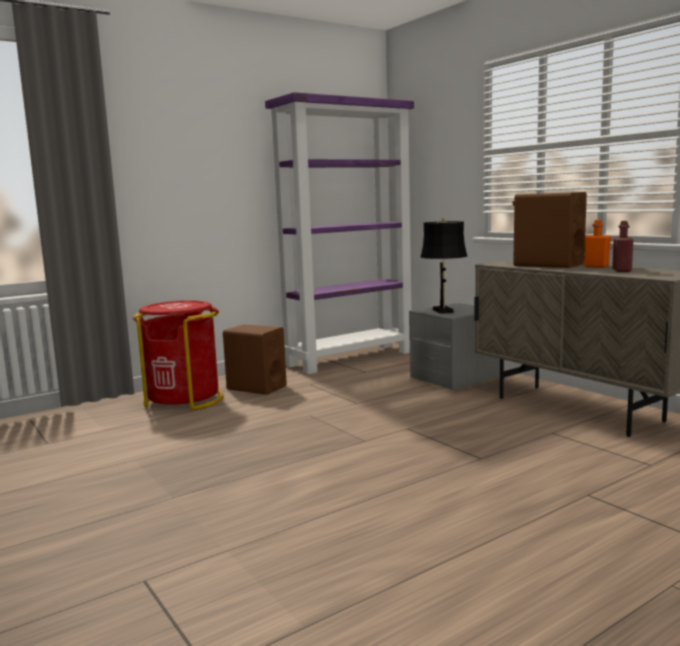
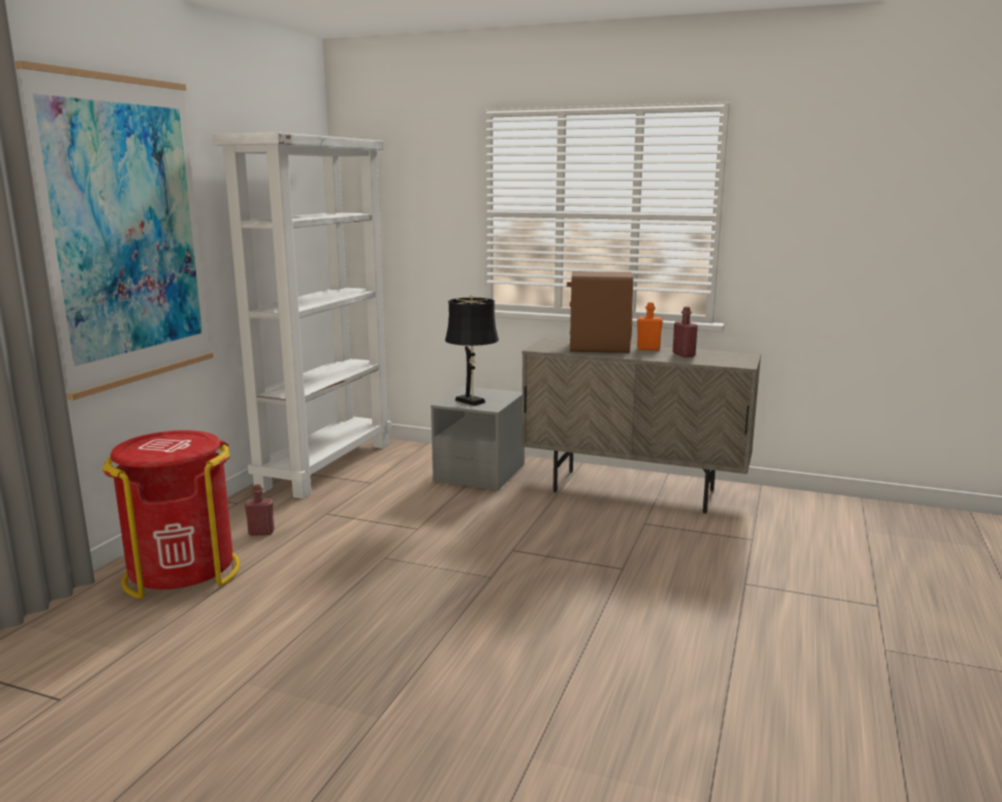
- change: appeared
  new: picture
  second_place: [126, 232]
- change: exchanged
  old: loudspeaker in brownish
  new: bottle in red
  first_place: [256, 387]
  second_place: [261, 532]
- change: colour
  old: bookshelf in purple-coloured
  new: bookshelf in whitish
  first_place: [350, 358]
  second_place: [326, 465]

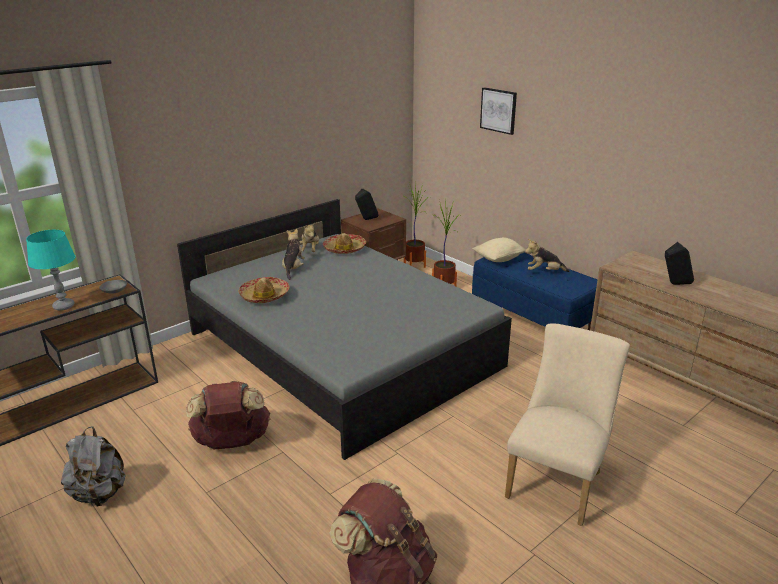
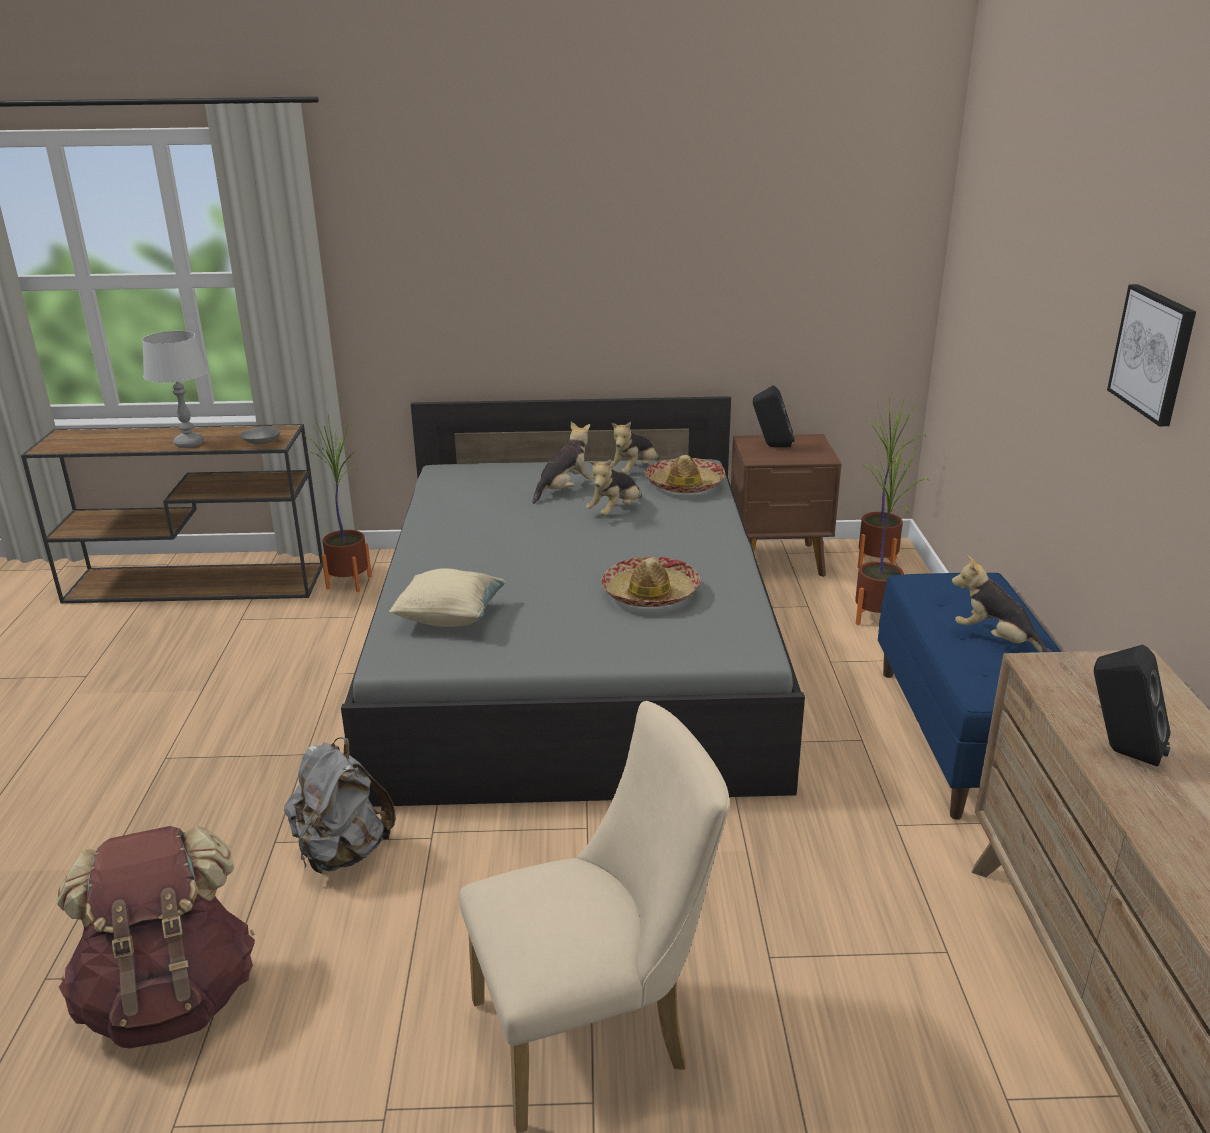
- change: missing
  old: knapsack in brownish
  first_place: [232, 443]
- change: appeared
  new: plant in a pot
  second_place: [349, 582]
- change: appeared
  new: plush toy
  second_place: [615, 511]
- change: relocated
  old: knapsack in gray
  first_place: [99, 494]
  second_place: [342, 852]
- change: relocated
  old: wearable hat
  first_place: [264, 296]
  second_place: [650, 593]
- change: relocated
  old: throw pillow in beige
  first_place: [499, 259]
  second_place: [450, 618]
- change: relocated
  old: picture
  first_place: [498, 110]
  second_place: [1153, 353]
- change: colour
  old: tabletop lamp in blue-green
  new: tabletop lamp in gray
  first_place: [64, 306]
  second_place: [189, 443]

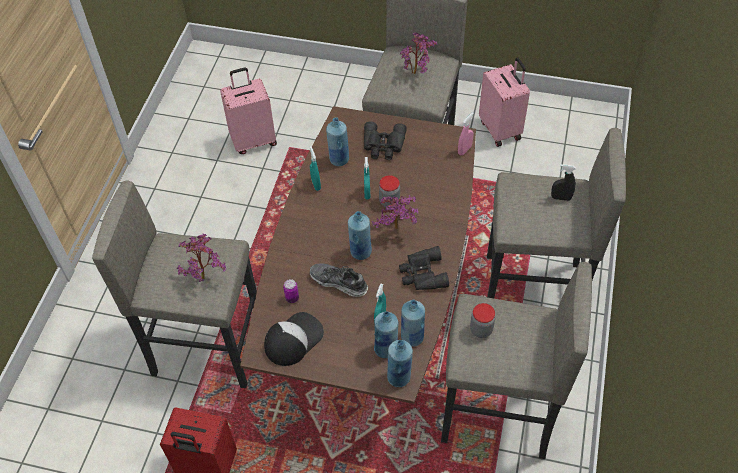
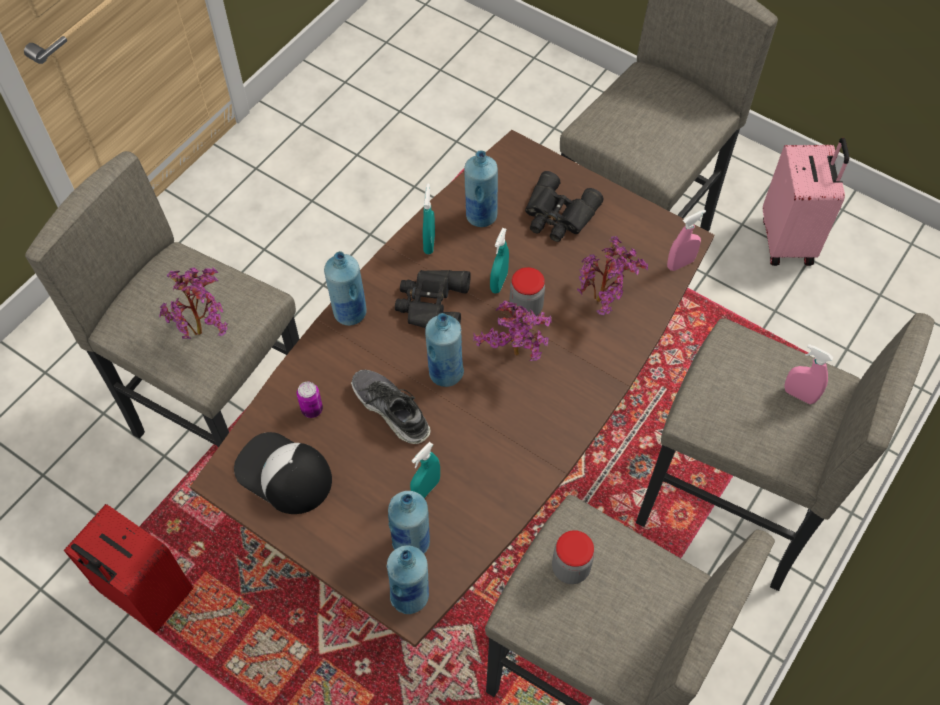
- change: missing
  old: travel case in pink-coloured
  first_place: [253, 140]
- change: relocated
  old: binoculars in blackish
  first_place: [422, 274]
  second_place: [431, 304]
- change: relocated
  old: plant in a pot
  first_place: [417, 73]
  second_place: [603, 301]
- change: relocated
  old: bottle in blue-coloured
  first_place: [412, 338]
  second_place: [349, 313]
- change: colour
  old: hand sprayer in blackish
  new: hand sprayer in pink-coloured
  first_place: [561, 198]
  second_place: [799, 395]
- change: spun
  old: cap
  first_place: [293, 339]
  second_place: [283, 474]
  degrees: -120

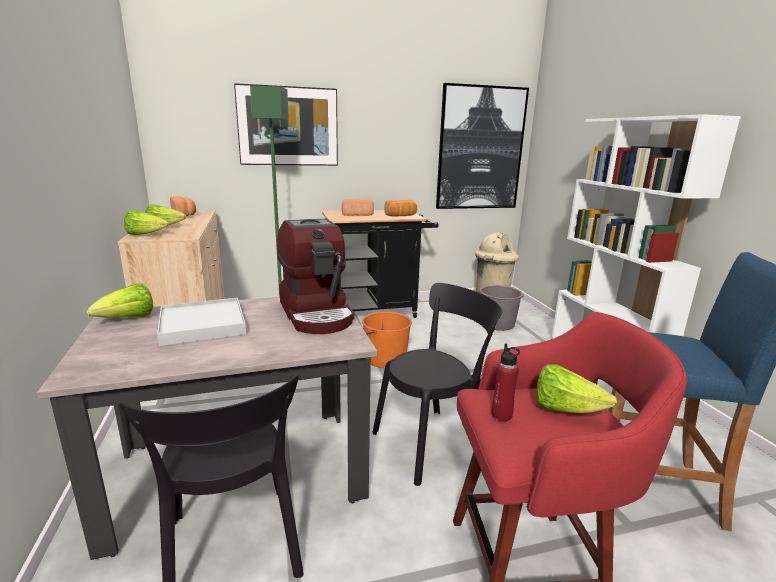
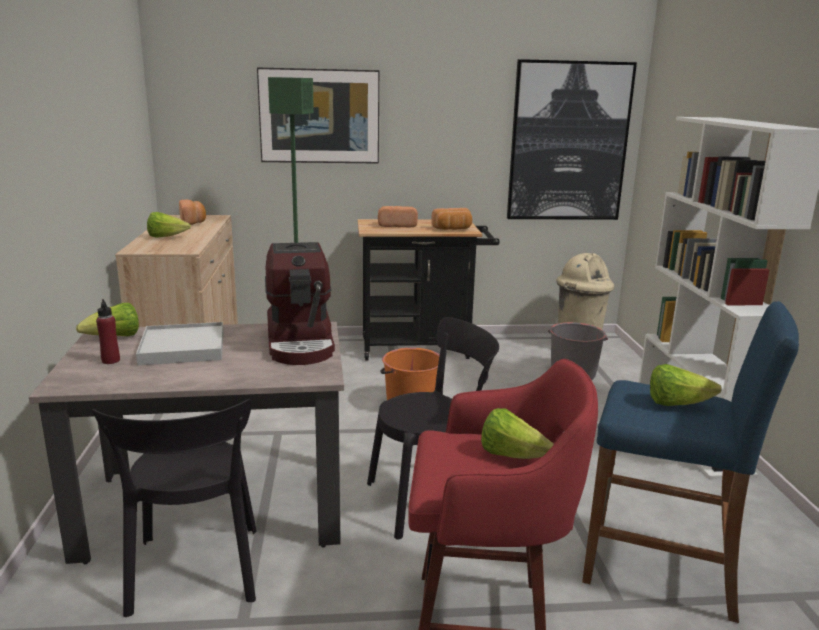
- change: relocated
  old: lettuce head
  first_place: [145, 235]
  second_place: [676, 404]
- change: relocated
  old: bottle in red
  first_place: [501, 415]
  second_place: [110, 360]

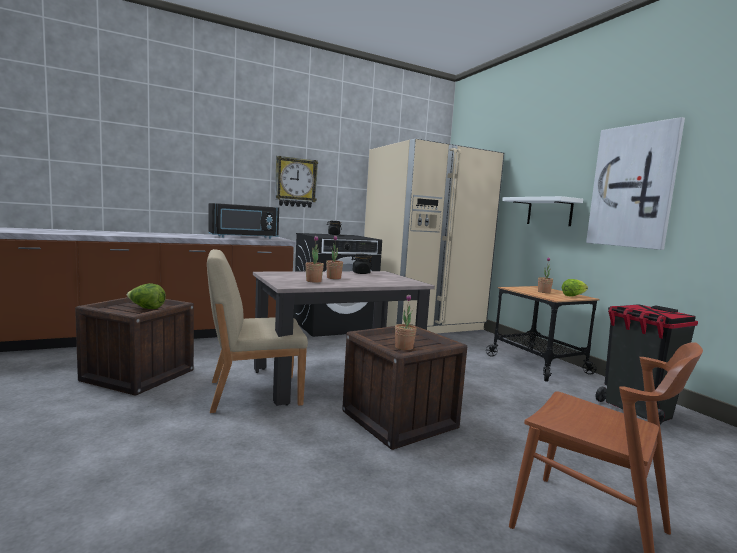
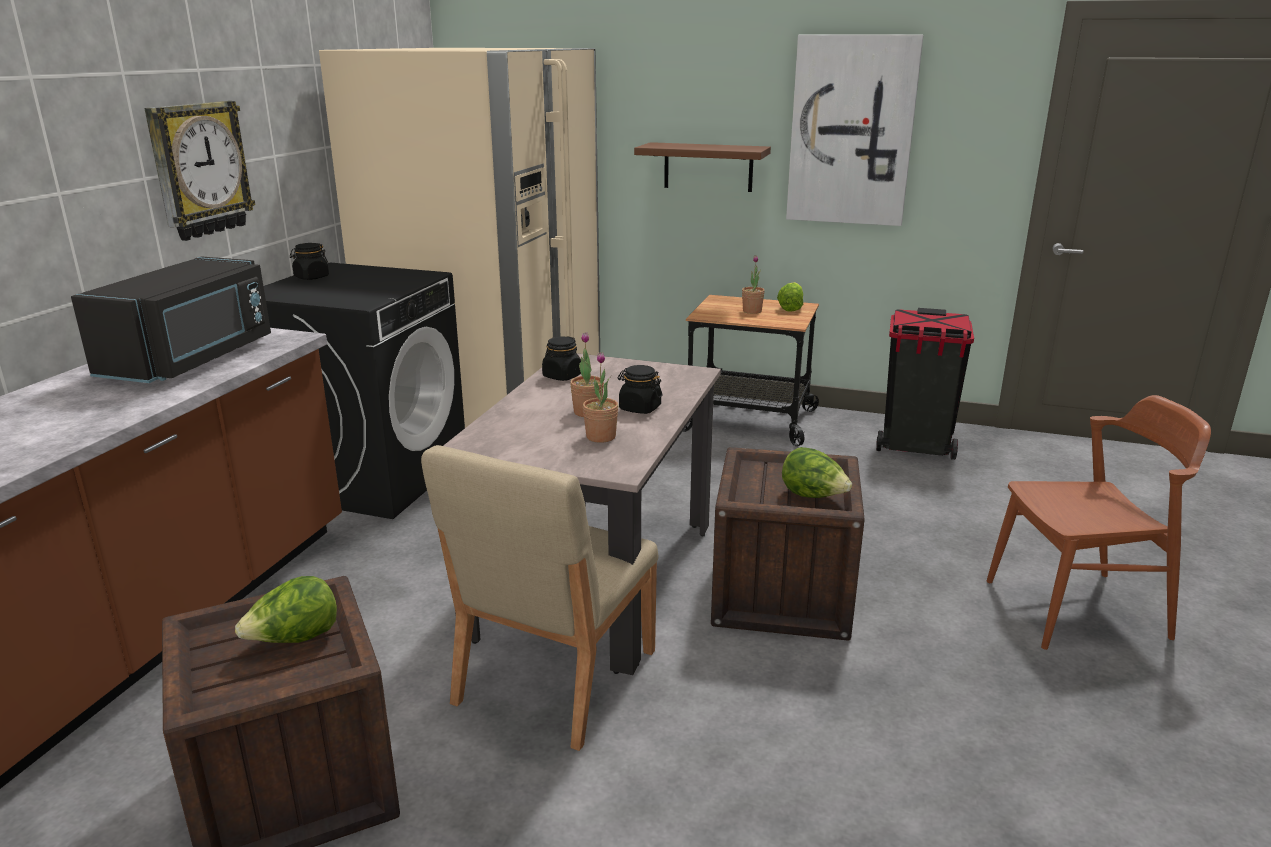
- change: appeared
  new: preserve jar in blackish
  second_place: [639, 408]
- change: exchanged
  old: plant in a pot
  new: lettuce head
  first_place: [404, 347]
  second_place: [813, 496]
- change: colour
  old: bracket shelf in whitish
  new: bracket shelf in brownish
  first_place: [549, 212]
  second_place: [708, 167]

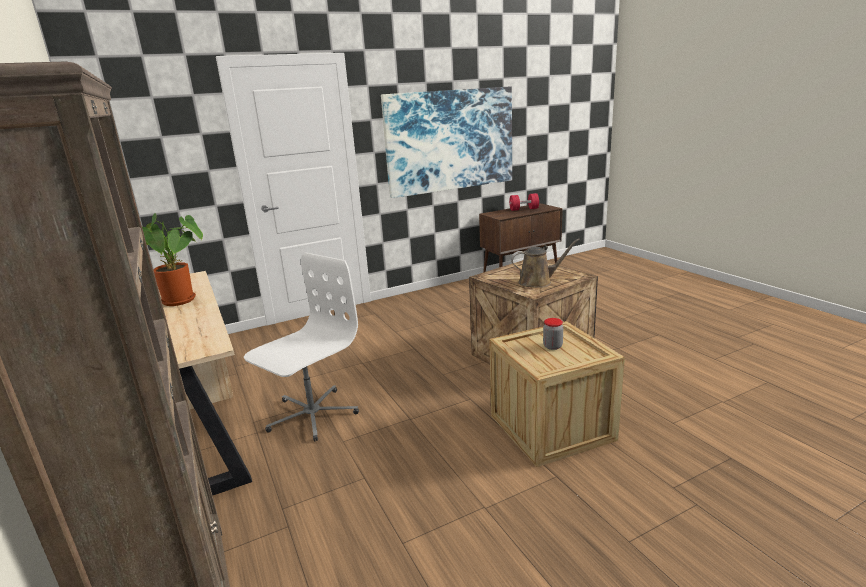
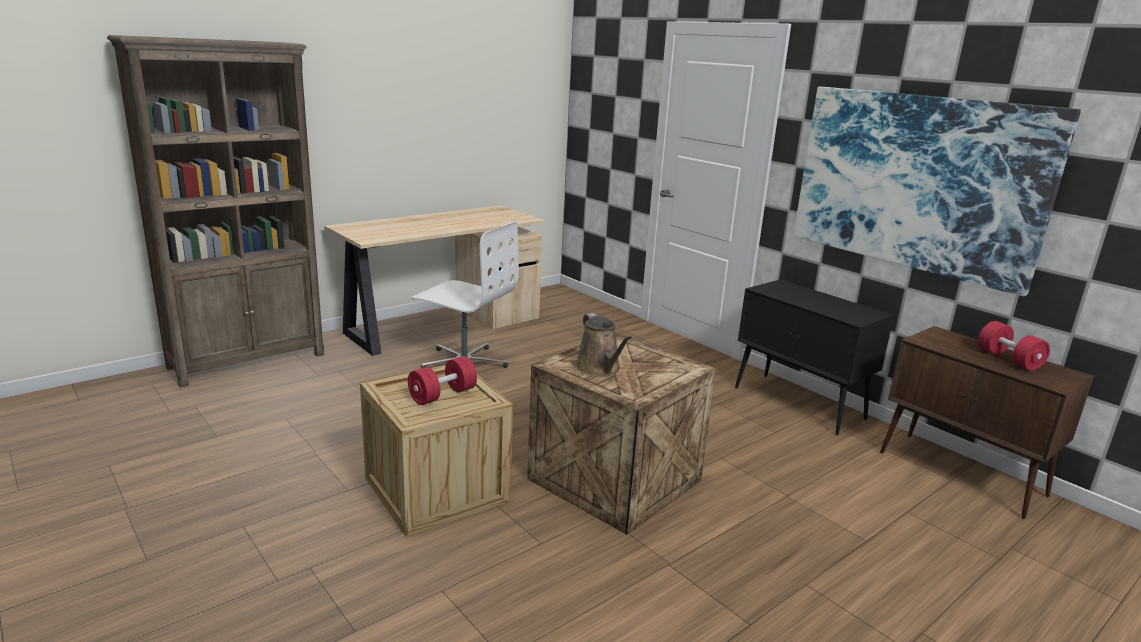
- change: missing
  old: plant in a pot
  first_place: [182, 301]
- change: appeared
  new: storage cabinet in blackish
  second_place: [799, 403]
- change: exchanged
  old: preserve jar
  new: hand weight in red
  first_place: [552, 346]
  second_place: [443, 395]

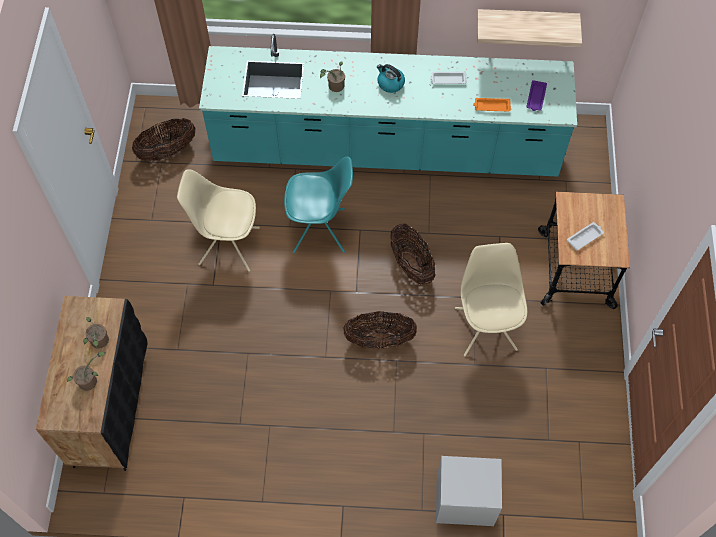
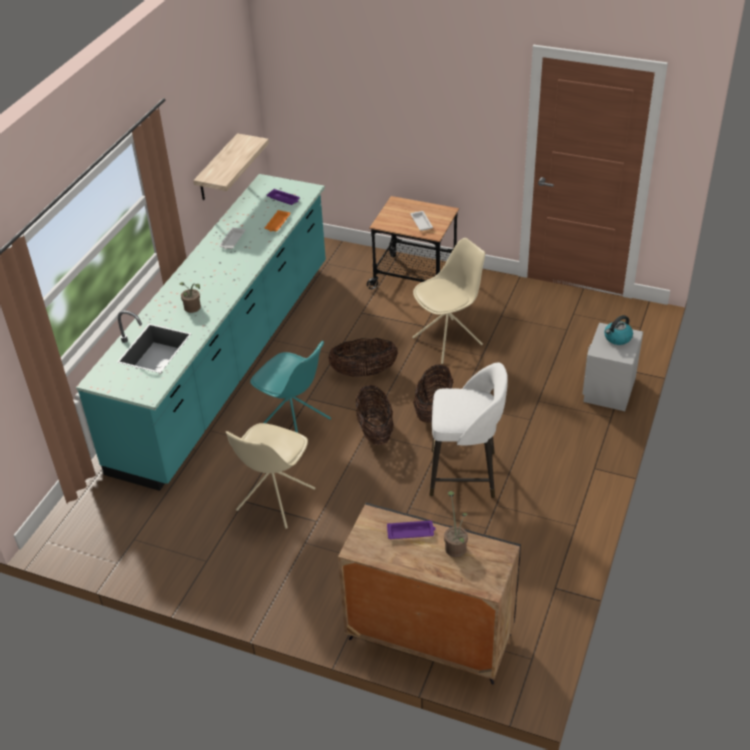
- change: appeared
  new: stool in whitish
  second_place: [465, 474]
- change: relocated
  old: storage basket
  first_place: [167, 151]
  second_place: [375, 431]
- change: relocated
  old: water kettle
  first_place: [390, 83]
  second_place: [617, 338]
- change: exchanged
  old: plant in a pot
  new: serving tray in purple-coloured
  first_place: [99, 343]
  second_place: [411, 532]
- change: spun
  old: plain chair in blue-green
  first_place: [320, 231]
  second_place: [294, 426]
  degrees: 105
- change: spun
  old: plain chair in beige
  first_place: [485, 327]
  second_place: [448, 341]
  degrees: 135

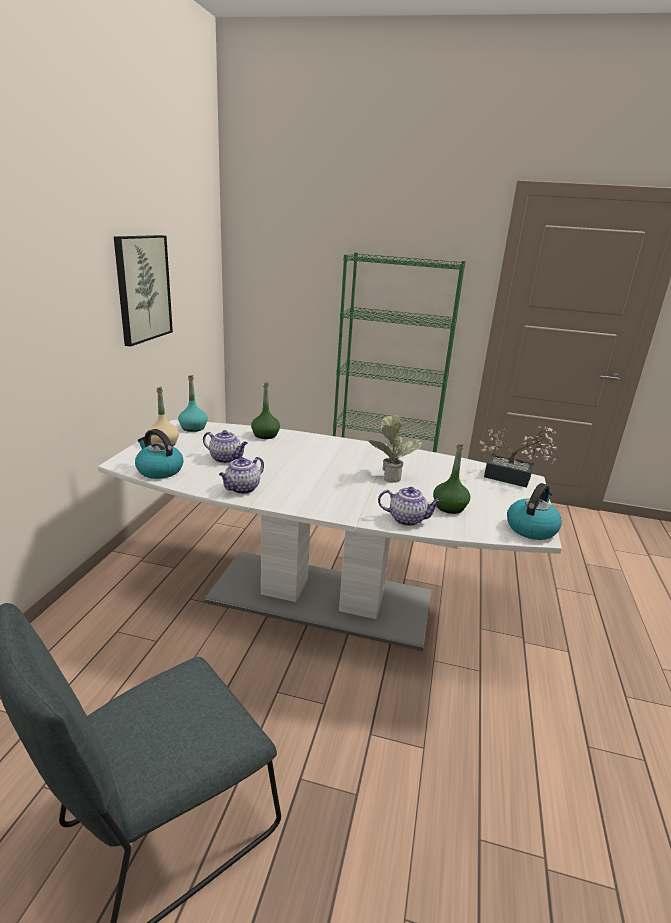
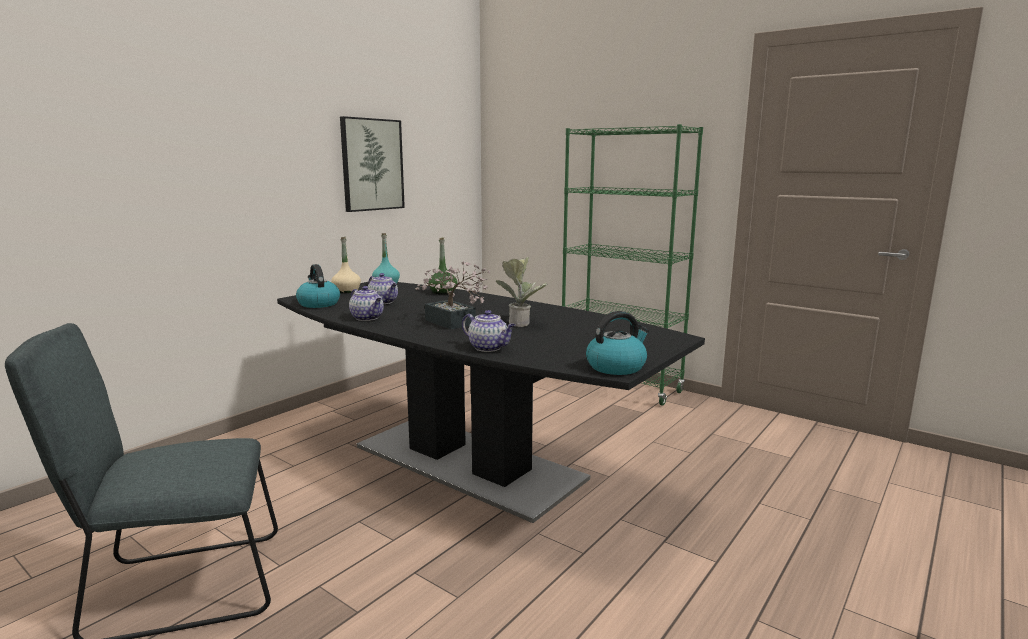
- change: missing
  old: bottle in greenish
  first_place: [449, 507]
- change: relocated
  old: plant in a pot
  first_place: [513, 478]
  second_place: [453, 323]
- change: colour
  old: dining table in whitish
  new: dining table in blackish
  first_place: [322, 597]
  second_place: [468, 462]
- change: spun
  old: teapot
  first_place: [242, 489]
  second_place: [368, 318]
  degrees: -105

